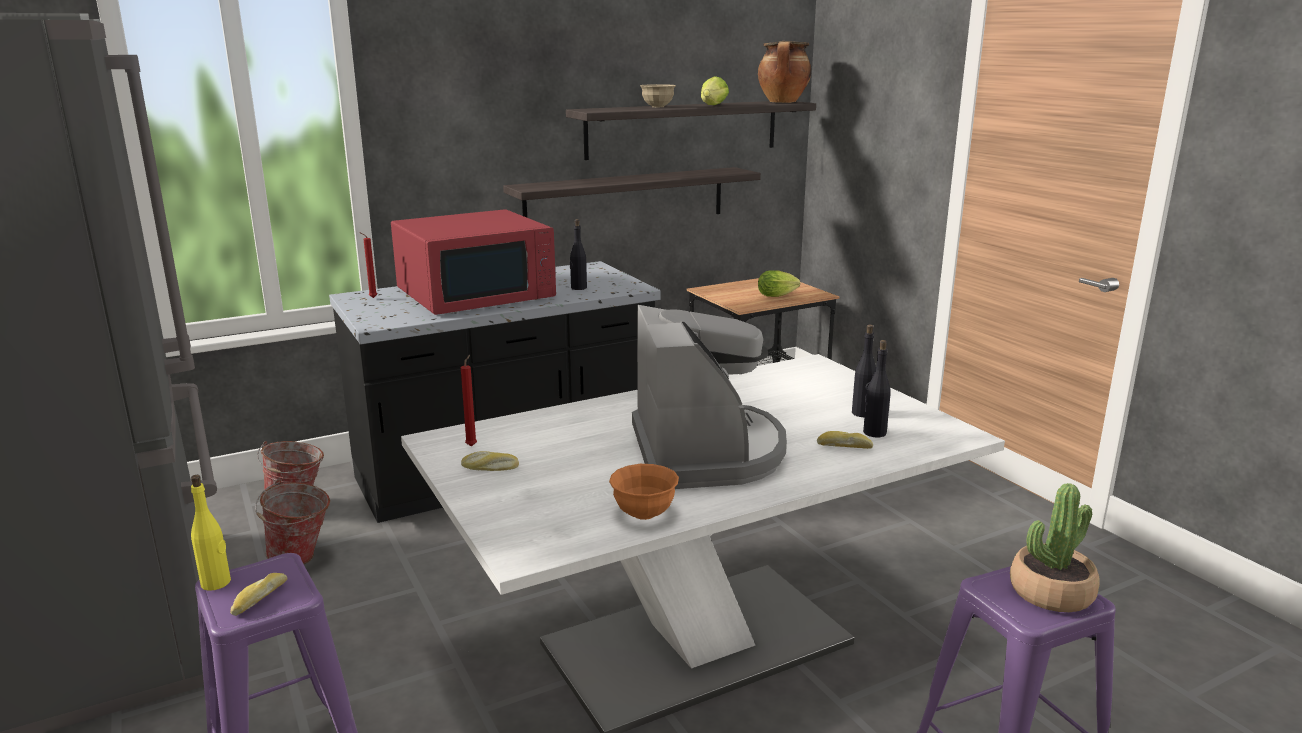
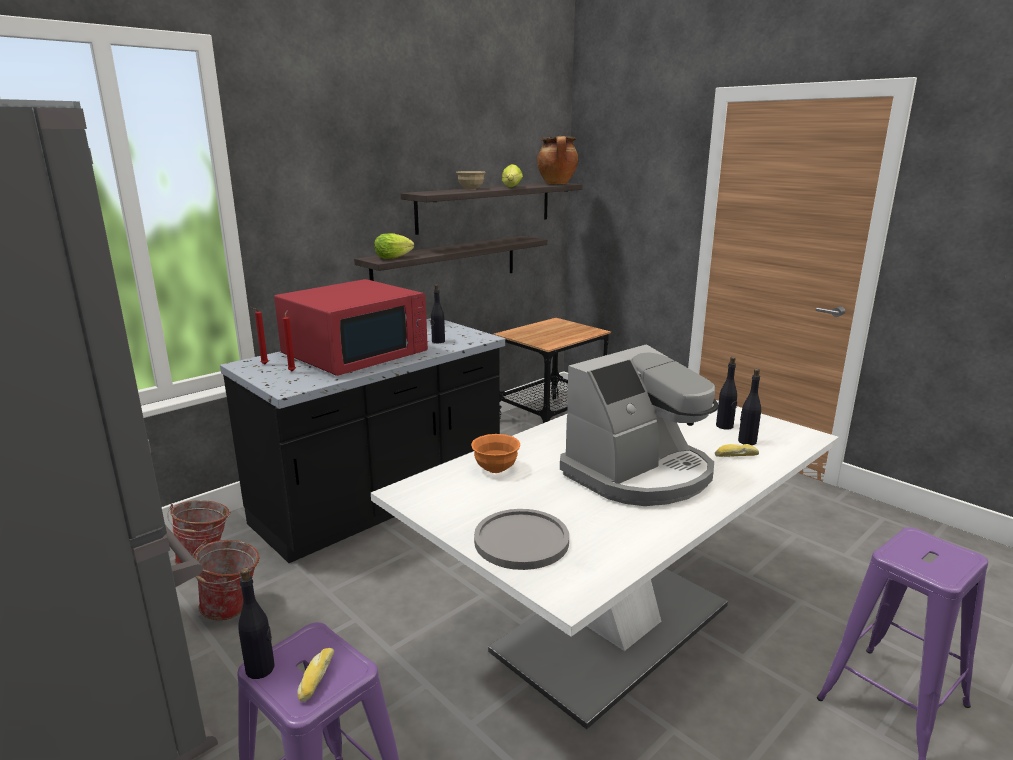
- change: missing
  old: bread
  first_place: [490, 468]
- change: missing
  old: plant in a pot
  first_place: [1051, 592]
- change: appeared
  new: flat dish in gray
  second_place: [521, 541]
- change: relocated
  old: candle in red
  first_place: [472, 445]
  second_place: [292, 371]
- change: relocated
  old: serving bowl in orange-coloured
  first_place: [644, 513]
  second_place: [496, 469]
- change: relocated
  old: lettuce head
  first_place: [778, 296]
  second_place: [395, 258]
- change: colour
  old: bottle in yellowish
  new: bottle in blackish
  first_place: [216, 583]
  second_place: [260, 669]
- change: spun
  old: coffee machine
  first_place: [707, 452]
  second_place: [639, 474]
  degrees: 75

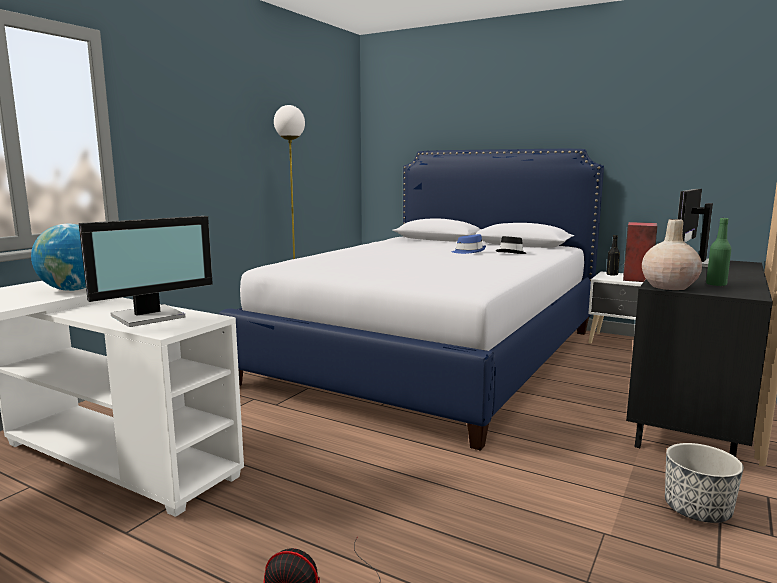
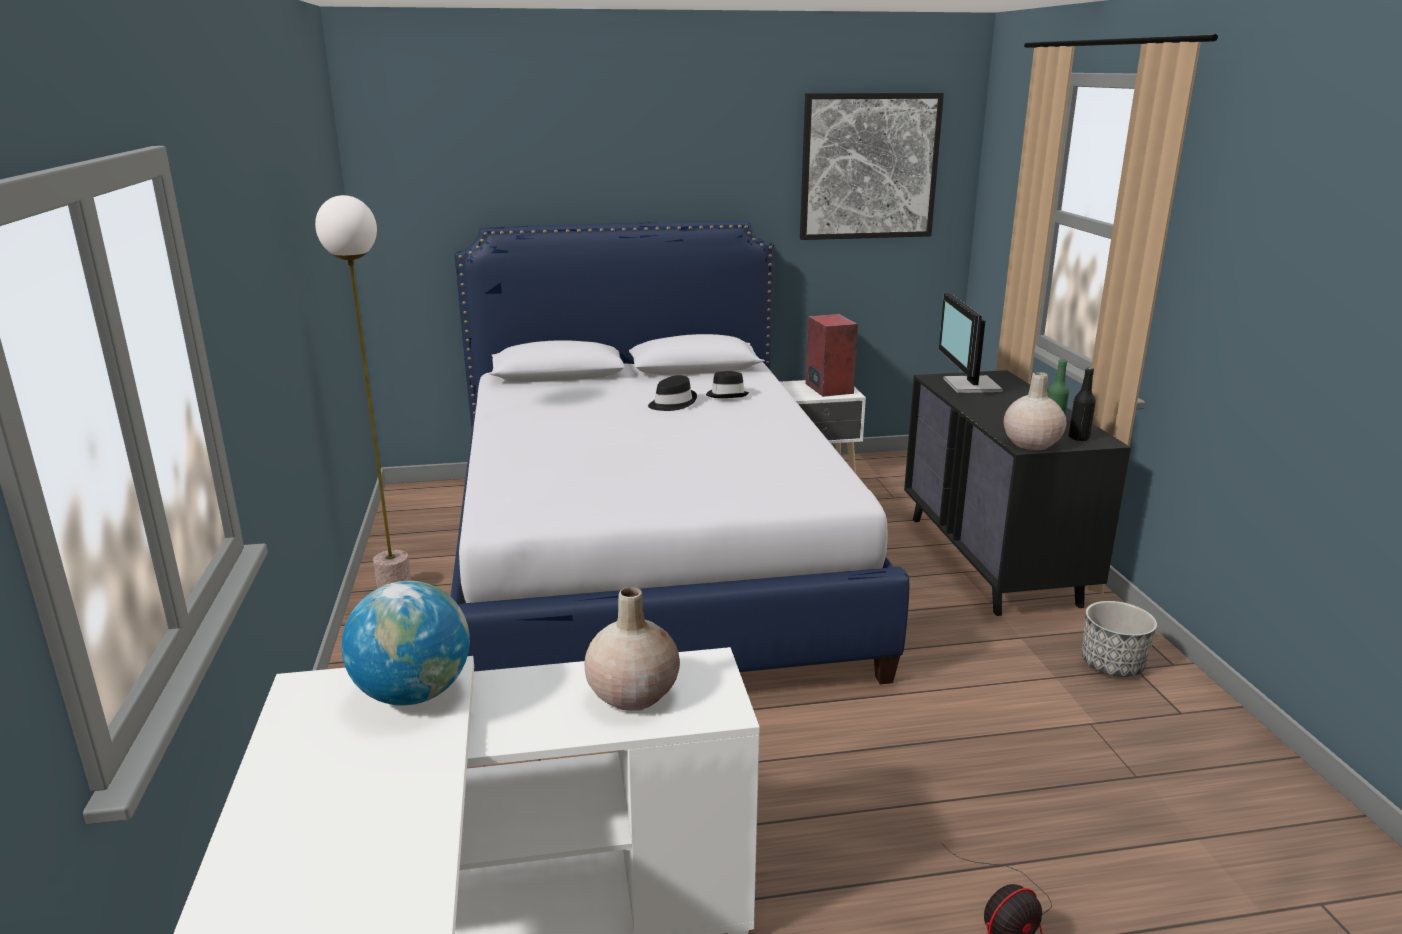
- change: appeared
  new: picture
  second_place: [869, 166]
- change: relocated
  old: bottle in blackish
  first_place: [612, 274]
  second_place: [1078, 438]
- change: exchanged
  old: computer screen
  new: vase in beige
  first_place: [150, 317]
  second_place: [633, 694]
- change: colour
  old: wearable hat in blue-coloured
  new: wearable hat in blackish
  first_place: [469, 251]
  second_place: [672, 403]

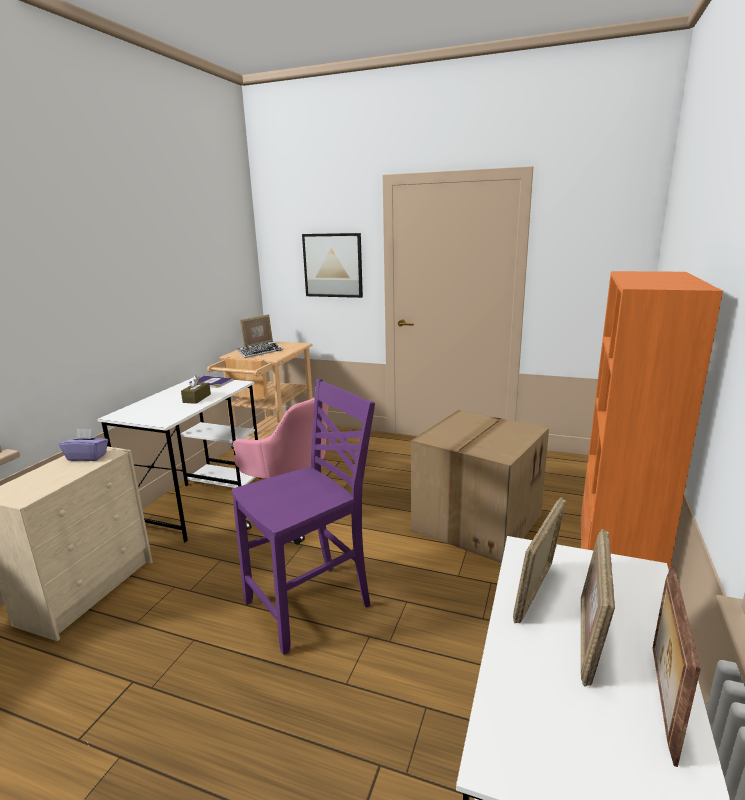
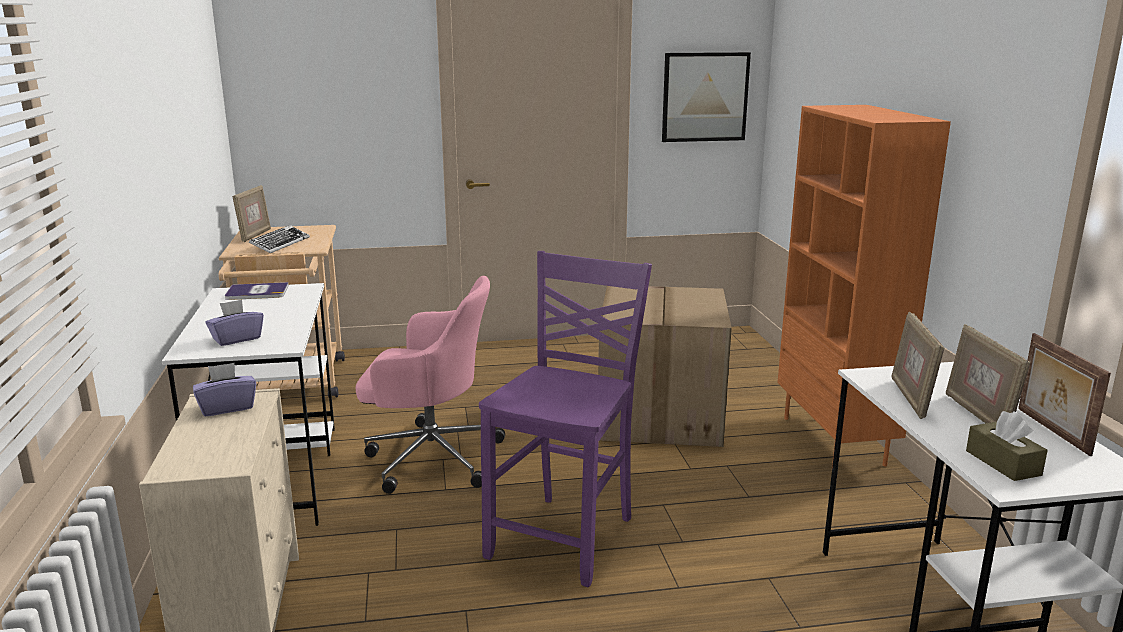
- change: appeared
  new: box of tissues in purple-coloured
  second_place: [236, 339]
- change: relocated
  old: box of tissues in brownish
  first_place: [197, 398]
  second_place: [1003, 463]
- change: relocated
  old: picture
  first_place: [333, 265]
  second_place: [705, 97]

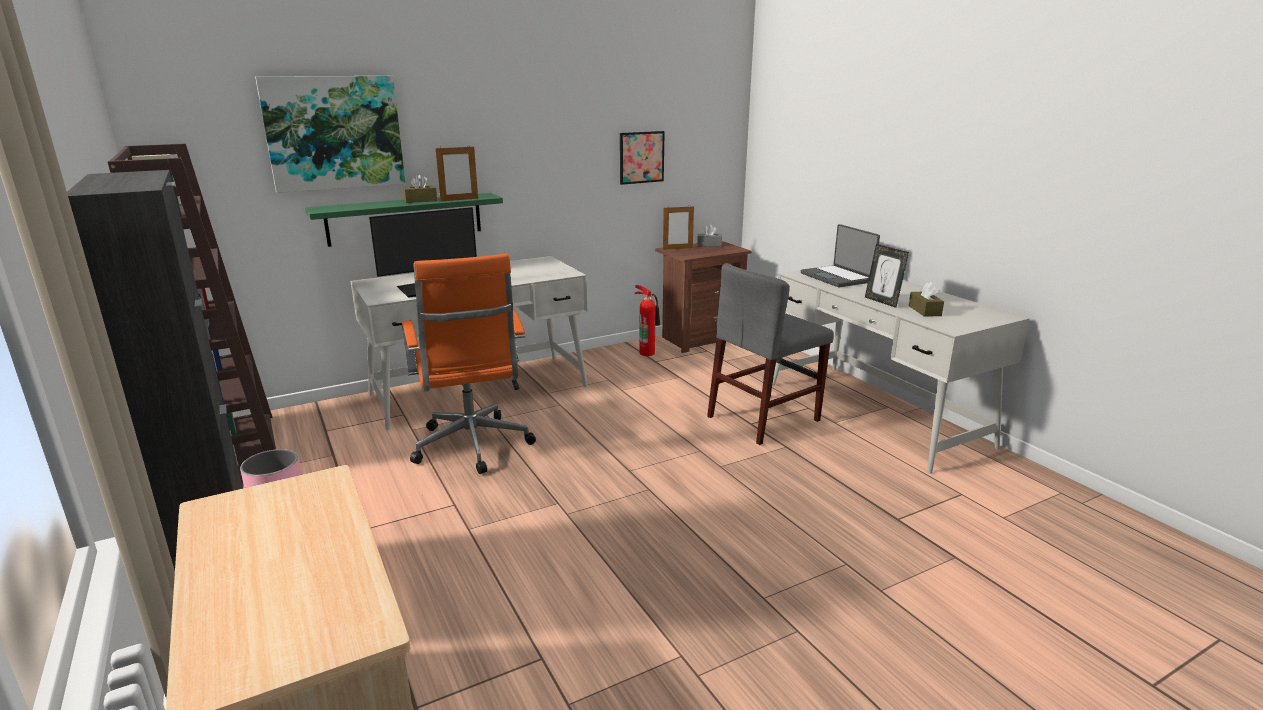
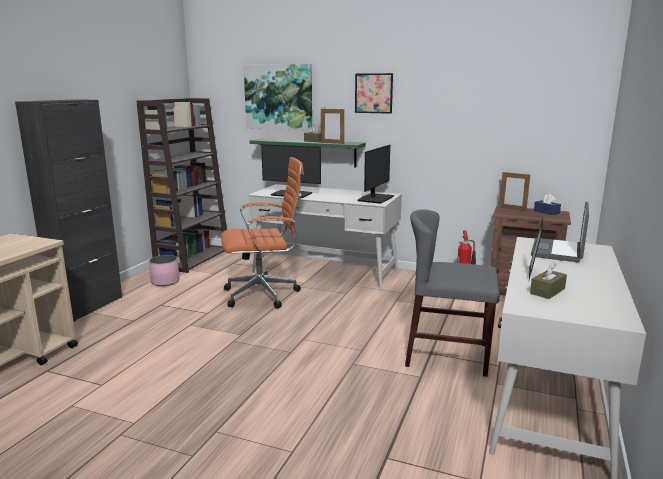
- change: appeared
  new: computer screen
  second_place: [375, 198]
- change: relocated
  old: picture
  first_place: [641, 157]
  second_place: [373, 93]
- change: colour
  old: box of tissues in gray
  new: box of tissues in blue-coloured
  first_place: [709, 245]
  second_place: [546, 212]
- change: spun
  old: computer chair in orange-coloured
  first_place: [473, 448]
  second_place: [264, 294]
  degrees: -135

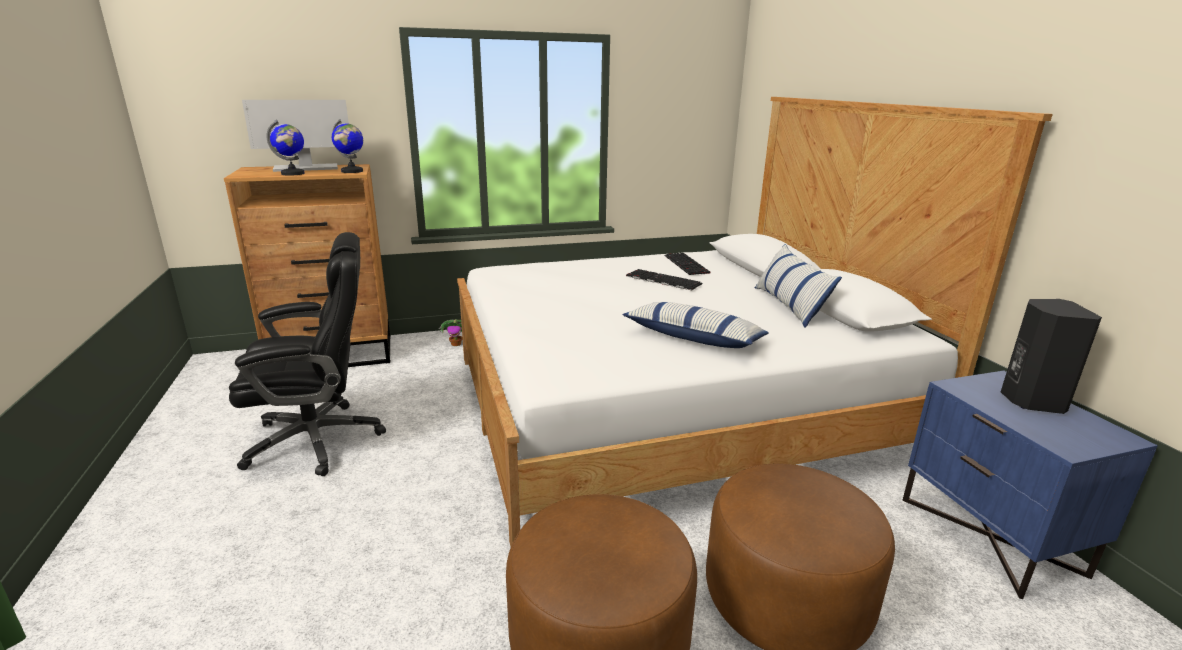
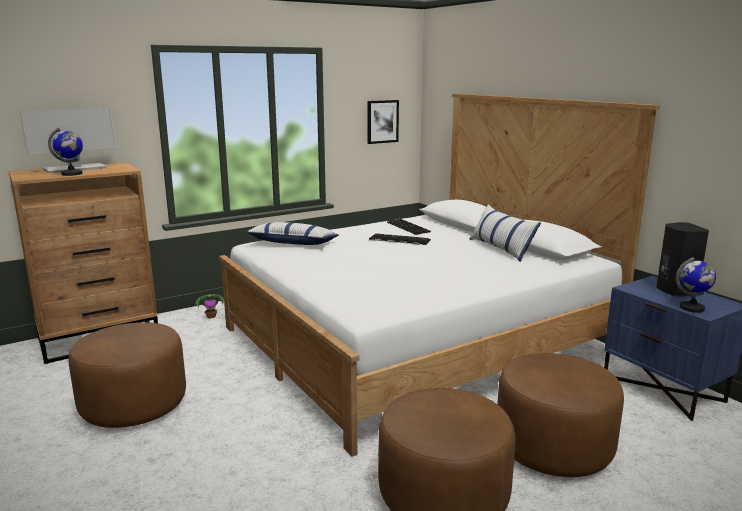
- change: appeared
  new: picture
  second_place: [382, 121]
- change: relocated
  old: globe
  first_place: [352, 171]
  second_place: [692, 308]
- change: relocated
  old: throw pillow
  first_place: [694, 338]
  second_place: [293, 243]
- change: exchanged
  old: computer chair in blackish
  new: pouffe in brownish
  first_place: [318, 439]
  second_place: [134, 405]

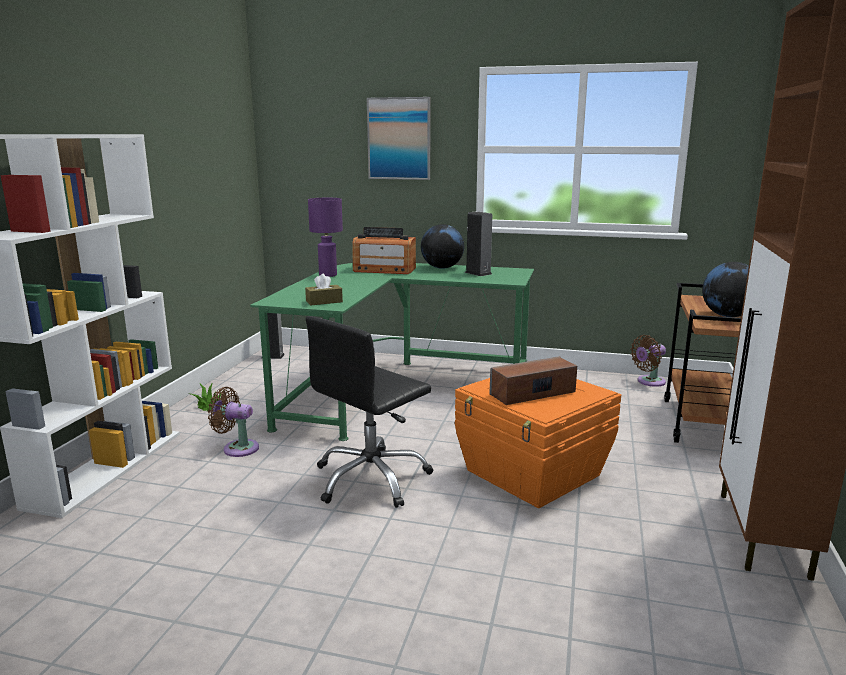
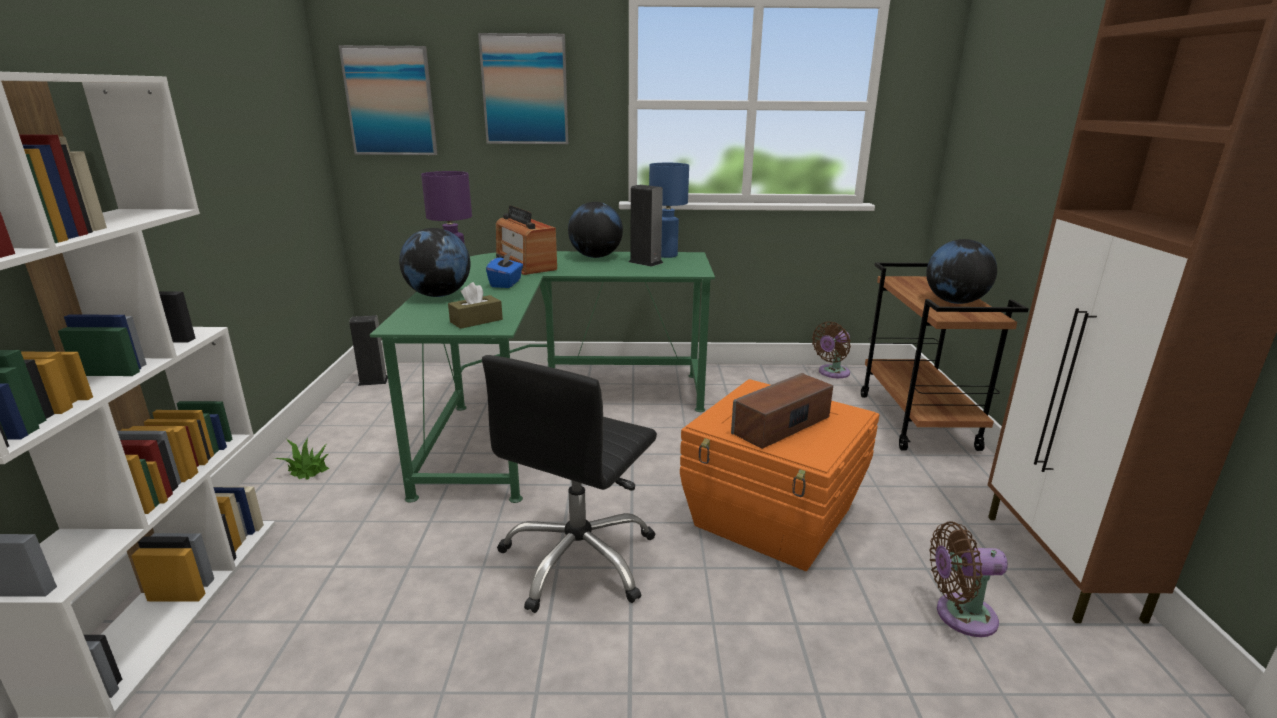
- change: appeared
  new: picture
  second_place: [390, 101]
- change: appeared
  new: globe
  second_place: [439, 295]
- change: appeared
  new: box of tissues in blue-coloured
  second_place: [506, 283]
- change: appeared
  new: tabletop lamp in blue-coloured
  second_place: [667, 255]
- change: relocated
  old: fan in brownish
  first_place: [237, 448]
  second_place: [959, 615]
- change: spun
  old: radio
  first_place: [384, 270]
  second_place: [525, 264]
  degrees: 60

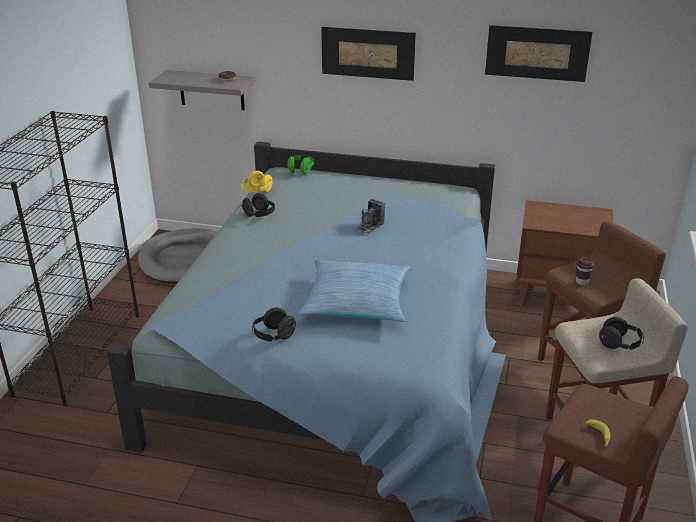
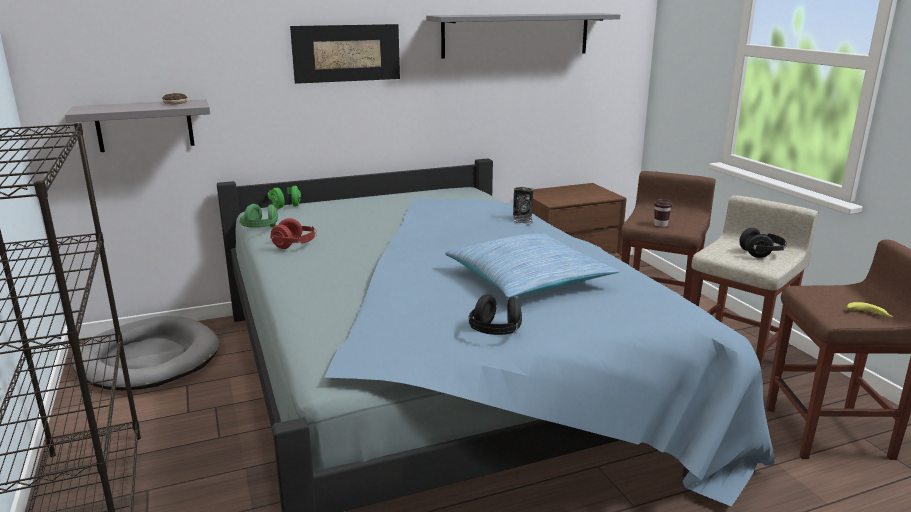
- change: relocated
  old: still camera
  first_place: [369, 226]
  second_place: [522, 218]
- change: exchanged
  old: picture
  new: bracket shelf in gray
  first_place: [537, 53]
  second_place: [516, 35]
- change: colour
  old: headphones in yellowish
  new: headphones in greenish
  first_place: [257, 191]
  second_place: [260, 229]
- change: colour
  old: headphones in blackish
  new: headphones in red
  first_place: [259, 215]
  second_place: [295, 245]

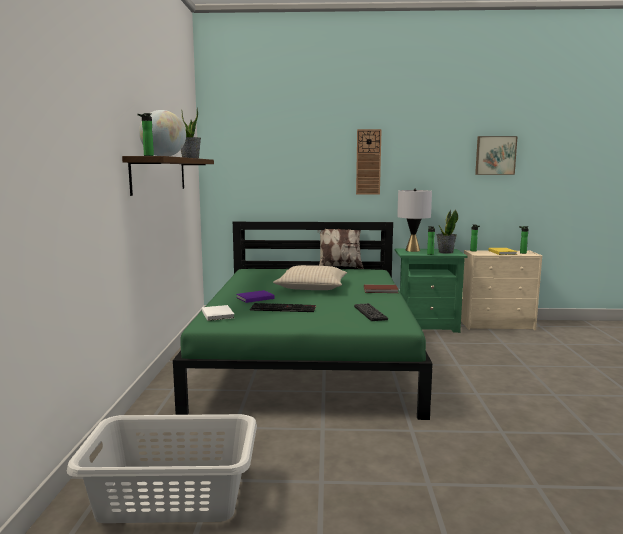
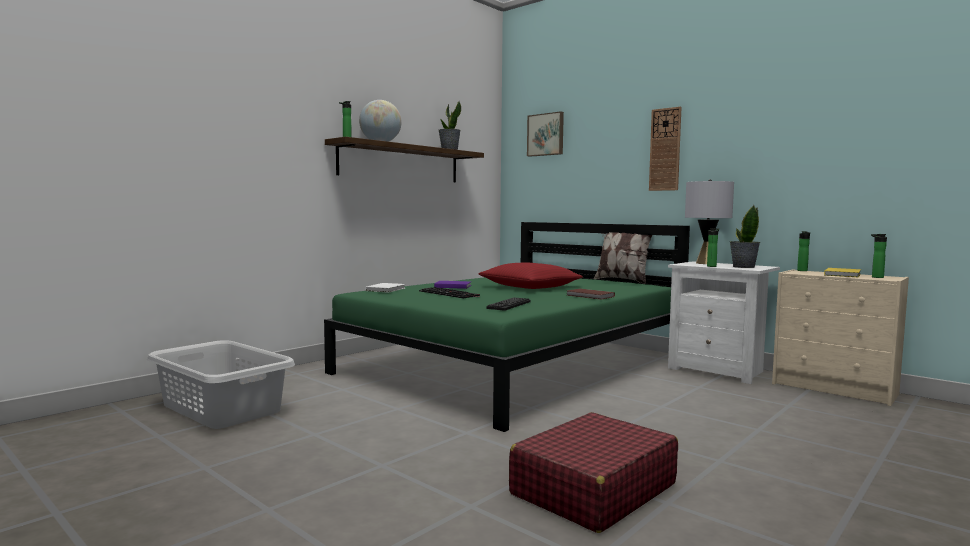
- change: appeared
  new: travel case in red
  second_place: [593, 489]
- change: relocated
  old: picture
  first_place: [495, 155]
  second_place: [546, 134]
- change: colour
  old: throw pillow in beige
  new: throw pillow in red
  first_place: [311, 287]
  second_place: [529, 287]
- change: colour
  old: bedside table in greenish
  new: bedside table in whitish
  first_place: [426, 326]
  second_place: [719, 370]

